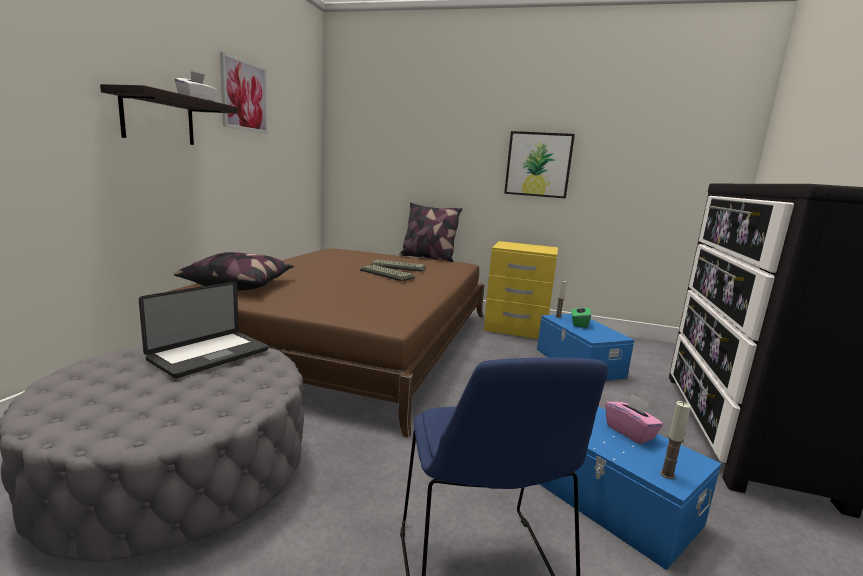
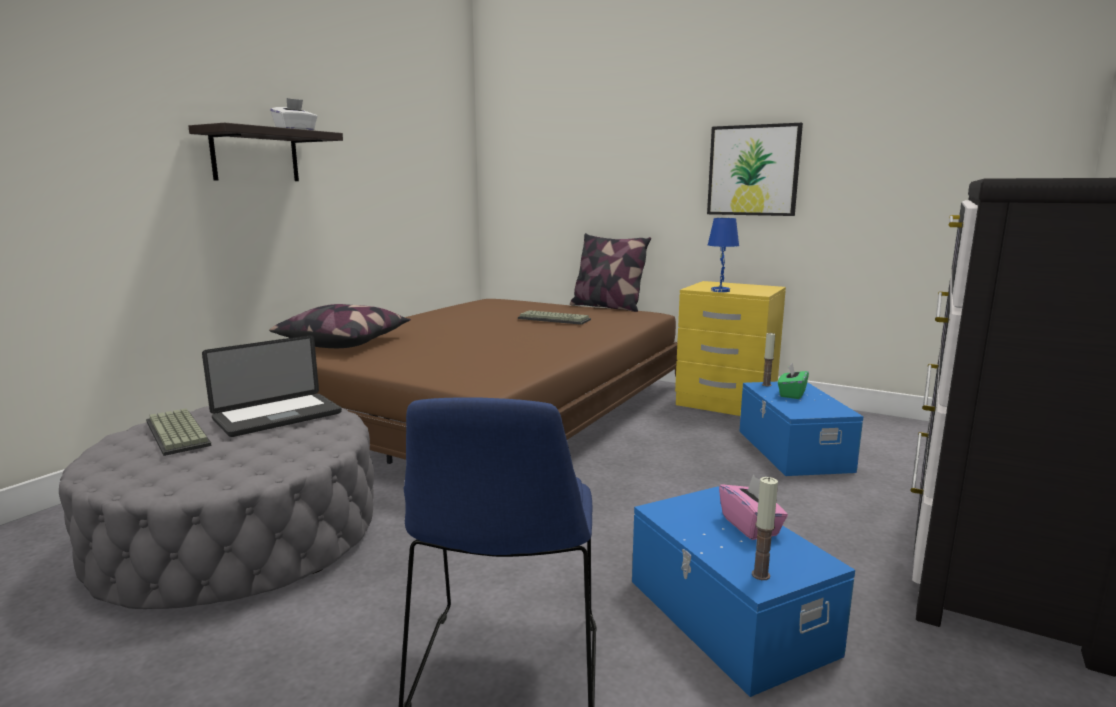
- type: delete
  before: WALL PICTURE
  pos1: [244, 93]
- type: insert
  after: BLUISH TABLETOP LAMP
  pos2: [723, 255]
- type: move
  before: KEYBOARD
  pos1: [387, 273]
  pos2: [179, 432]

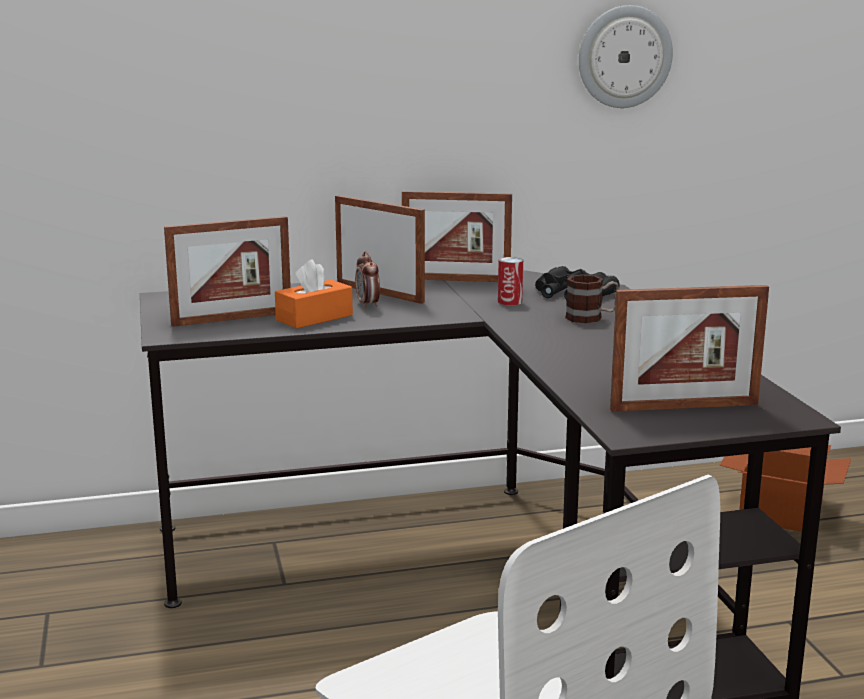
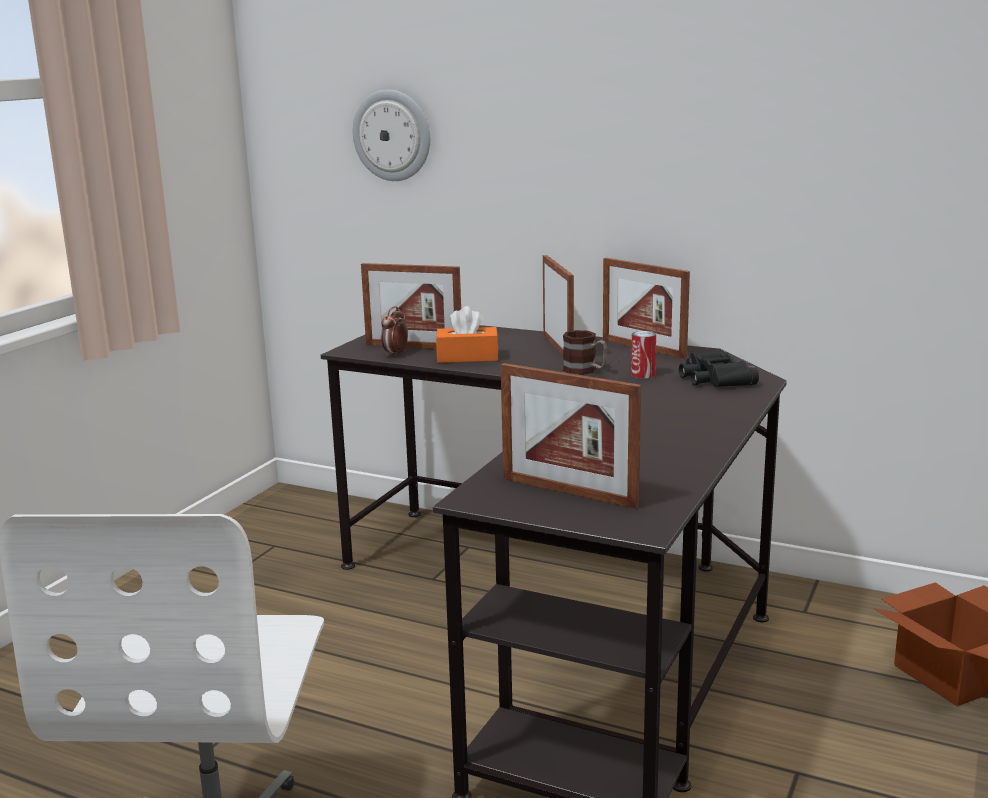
- type: move
  before: ALARM CLOCK
  pos1: [367, 280]
  pos2: [394, 331]
- type: move
  before: MUG
  pos1: [592, 298]
  pos2: [585, 352]
- type: move
  before: CLOCK ON THE WALL
  pos1: [626, 56]
  pos2: [391, 135]

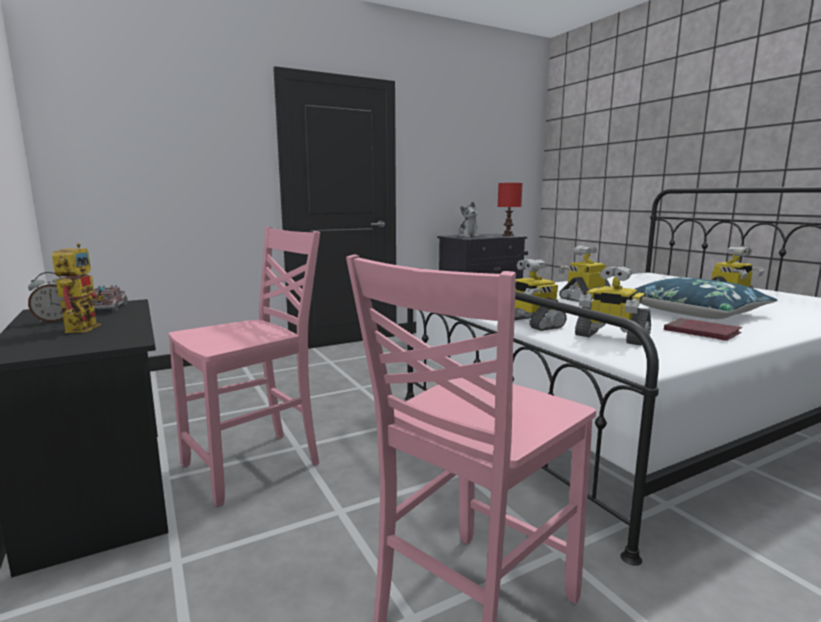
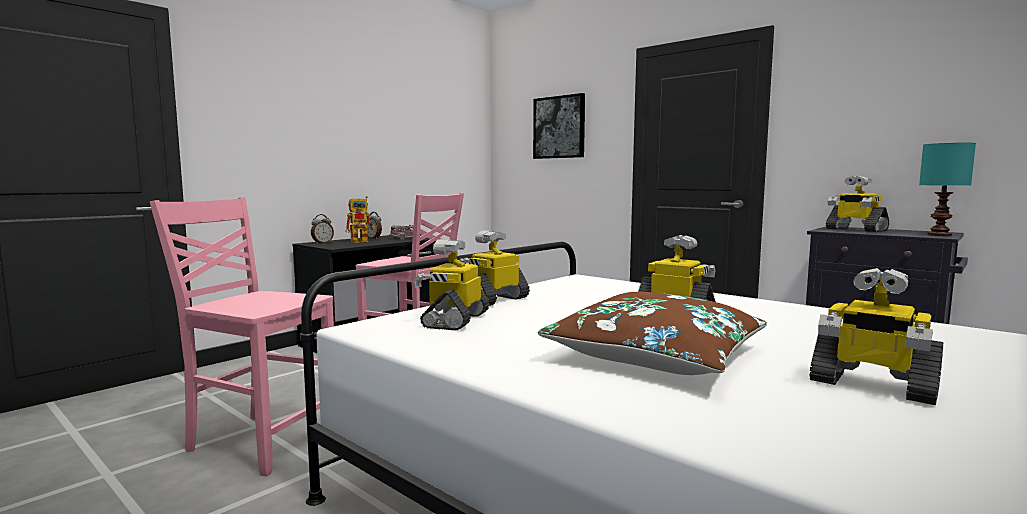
- type: delete
  before: REDDISH BOOK
  pos1: [703, 329]
- type: insert
  after: ALARM CLOCK
  pos2: [322, 229]
- type: insert
  after: WALL PICTURE
  pos2: [559, 126]
- type: replace
  before: PLUSH TOY
  after: TOY ROBOT
  pos1: [469, 219]
  pos2: [857, 204]
- type: recolor
  before: REDDISH TABLETOP LAMP
  after: BLUE-GREEN TABLETOP LAMP
  pos1: [510, 209]
  pos2: [947, 189]
- type: recolor
  before: BLUISH CUSHION
  after: BROWNISH CUSHION
  pos1: [706, 298]
  pos2: [652, 333]

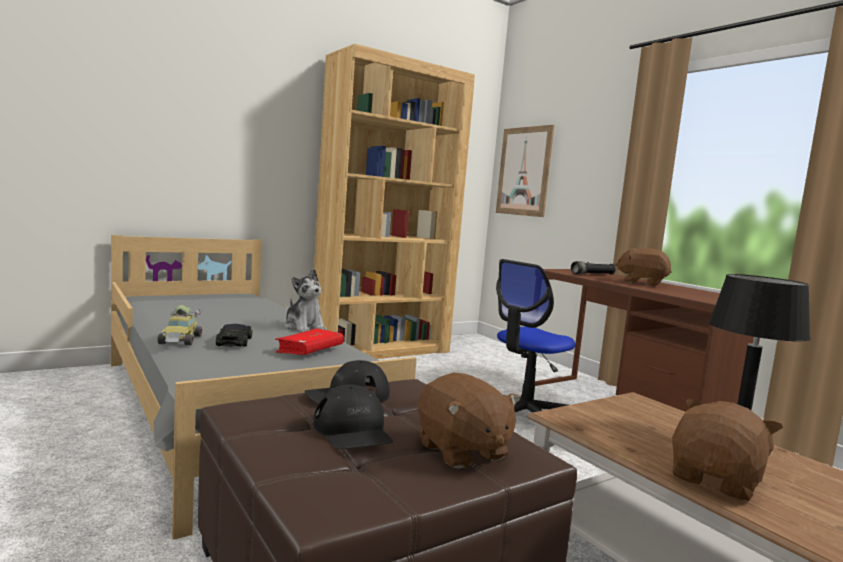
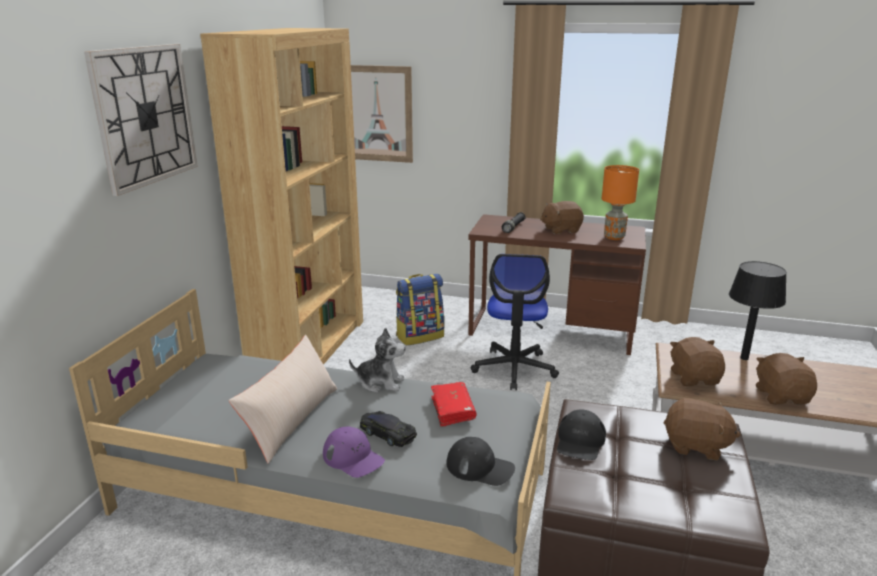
- type: insert
  after: CLOCK ON THE WALL
  pos2: [141, 120]
- type: insert
  after: SAND-COLOURED CUSHION
  pos2: [283, 399]
- type: insert
  after: BACKPACK
  pos2: [420, 310]
- type: insert
  after: ORANGEY TABLETOP LAMP
  pos2: [620, 202]
- type: insert
  after: BROWNISH PLUSH TOY
  pos2: [697, 361]
- type: move
  before: BLACK CAP
  pos1: [353, 416]
  pos2: [480, 461]
- type: replace
  before: TOY CAR
  after: PURPLE CAP
  pos1: [179, 325]
  pos2: [354, 452]

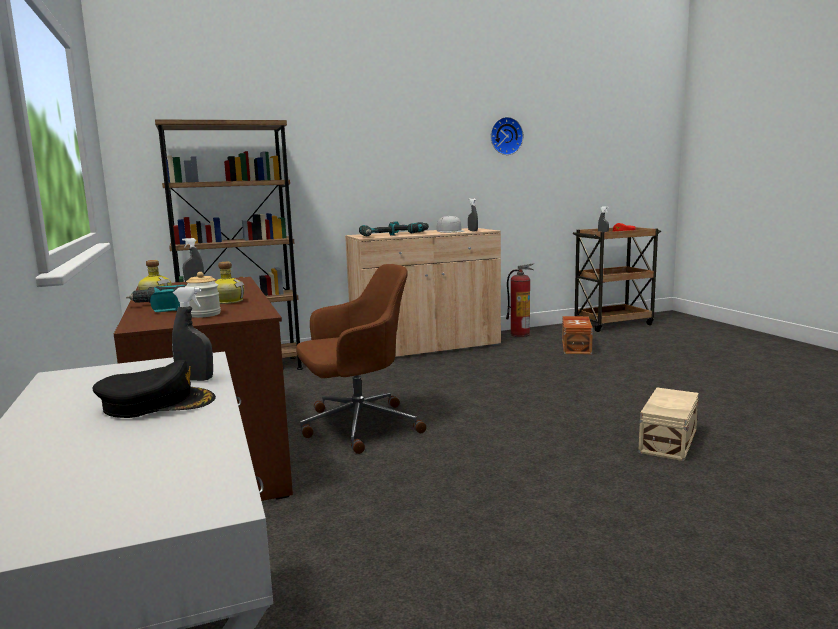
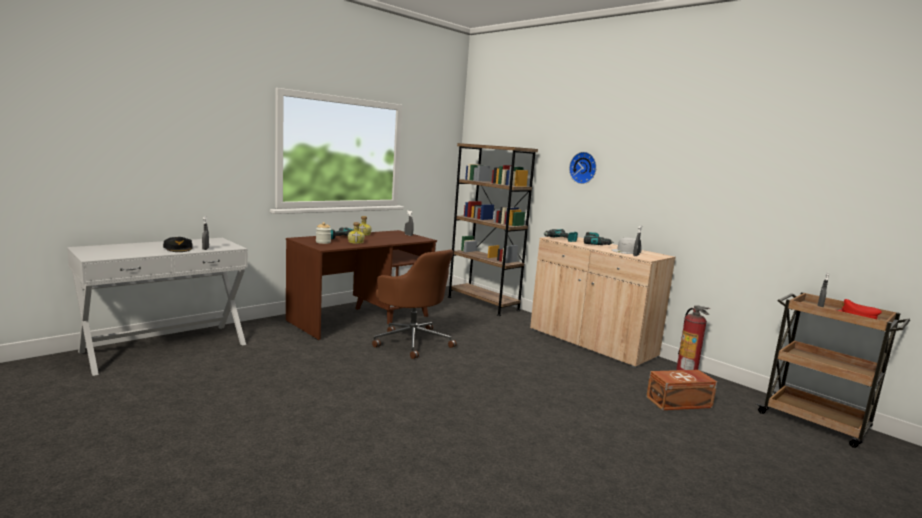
- type: delete
  before: SAND-COLOURED STORAGE BIN
  pos1: [668, 424]
- type: move
  before: CLOCK ON THE WALL
  pos1: [507, 136]
  pos2: [583, 168]

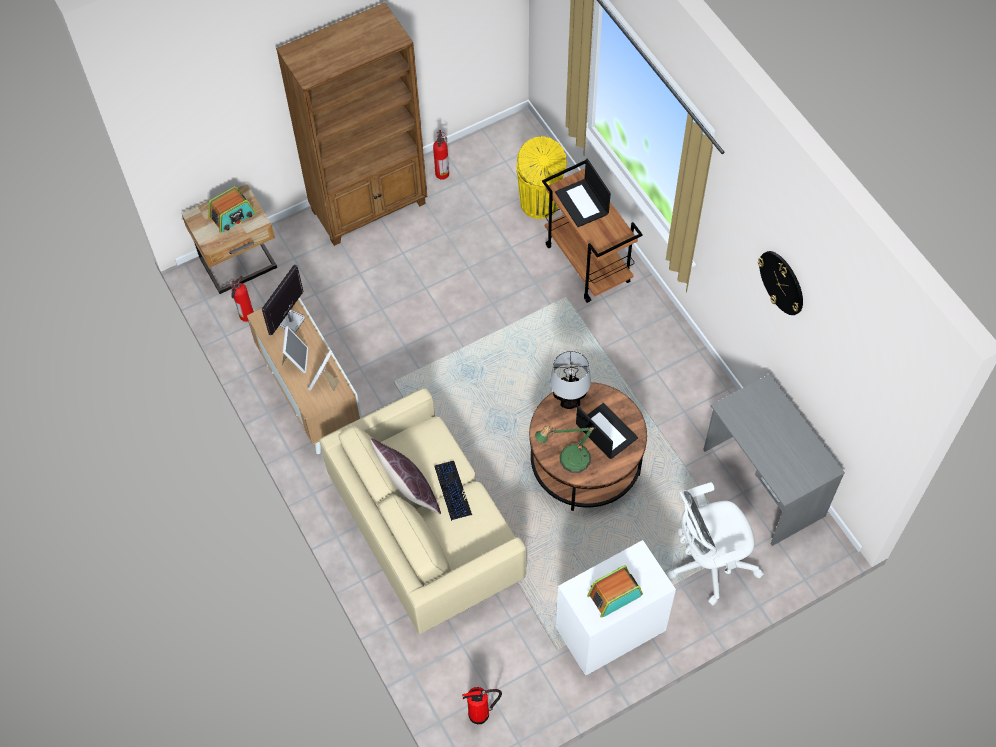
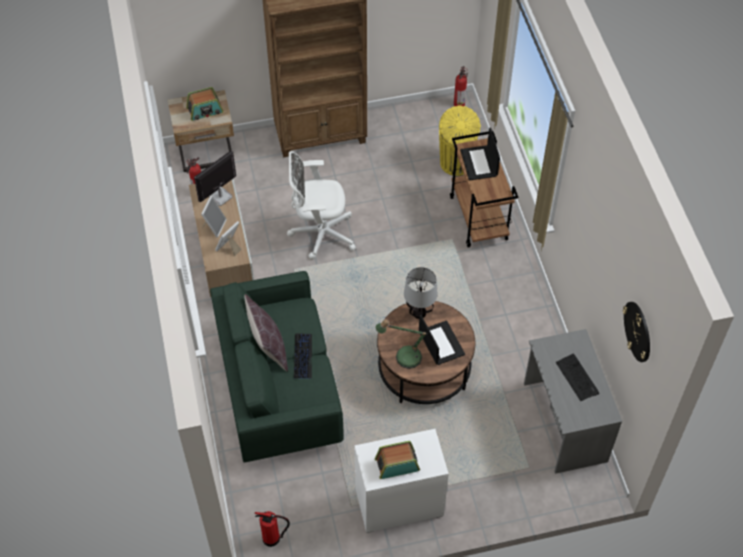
- type: insert
  after: KEYBOARD
  pos2: [577, 377]
- type: move
  before: FIRE-FIGHTING CYLINDER
  pos1: [441, 155]
  pos2: [461, 86]
- type: move
  before: WHITE-COLOURED COMPUTER CHAIR
  pos1: [715, 544]
  pos2: [321, 205]
- type: move
  before: CLOCK ON THE WALL
  pos1: [780, 283]
  pos2: [636, 332]
- type: recolor
  before: SAND-COLOURED SETTEE
  after: GREENISH SETTEE
  pos1: [422, 511]
  pos2: [277, 367]

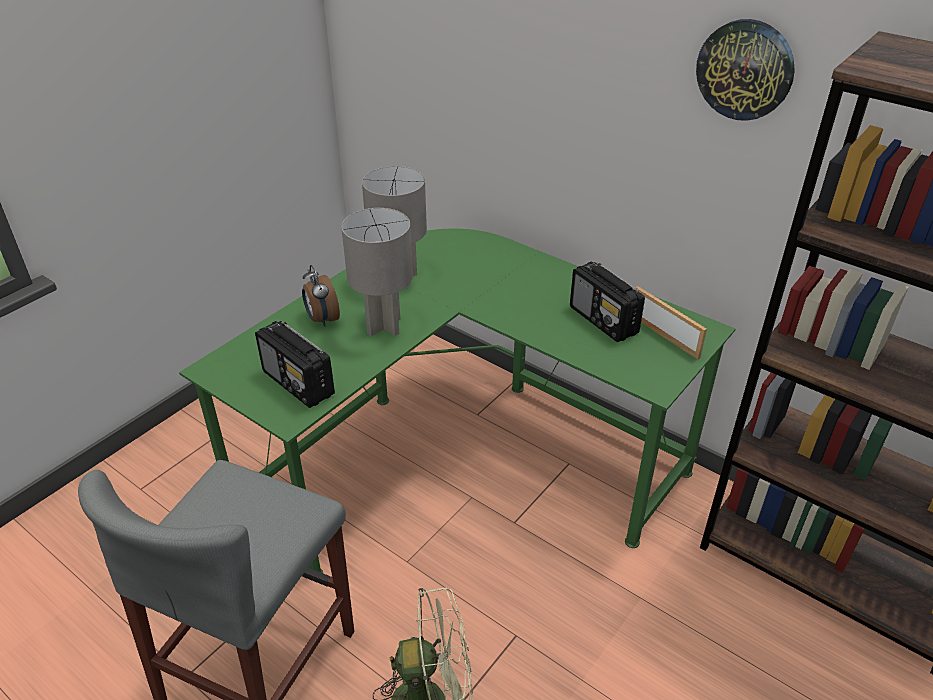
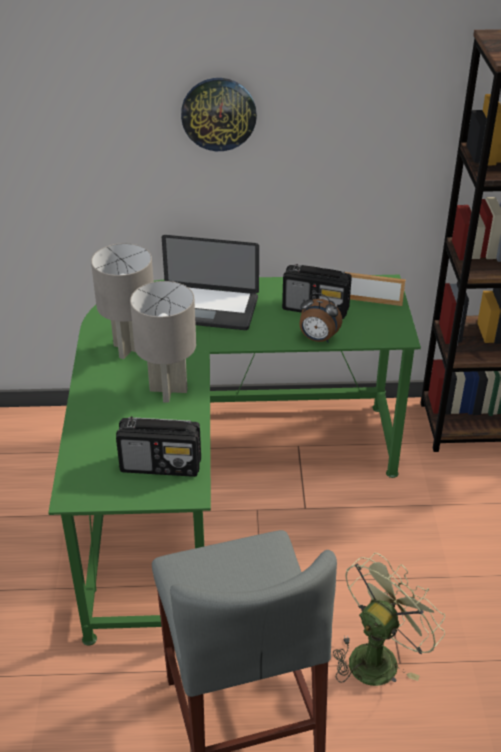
- type: insert
  after: PORTABLE COMPUTER
  pos2: [210, 282]
- type: move
  before: ALARM CLOCK
  pos1: [321, 296]
  pos2: [320, 318]
- type: move
  before: CLOCK ON THE WALL
  pos1: [745, 70]
  pos2: [219, 114]

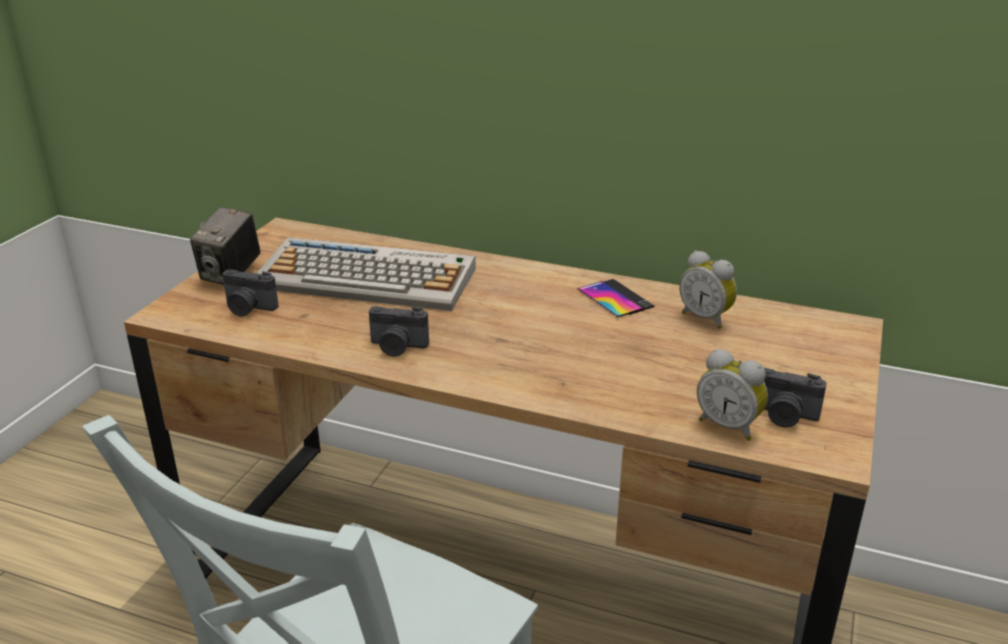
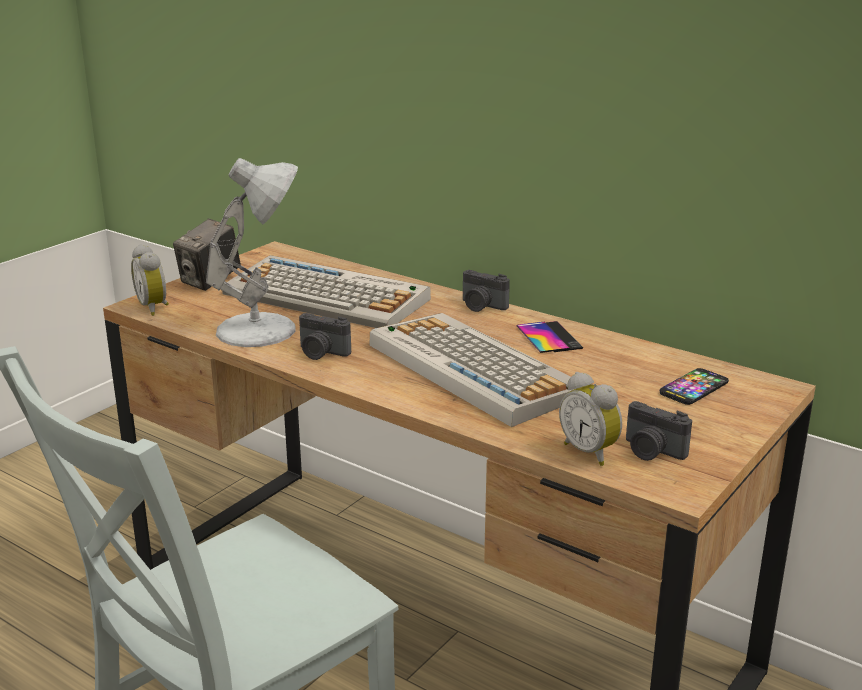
- type: insert
  after: WHITE-COLOURED TABLETOP LAMP
  pos2: [252, 252]
- type: insert
  after: KEYBOARD
  pos2: [471, 370]
- type: insert
  after: TELEPHONE
  pos2: [694, 386]
- type: move
  before: STILL CAMERA
  pos1: [250, 293]
  pos2: [486, 291]
- type: move
  before: ALARM CLOCK
  pos1: [708, 289]
  pos2: [150, 280]

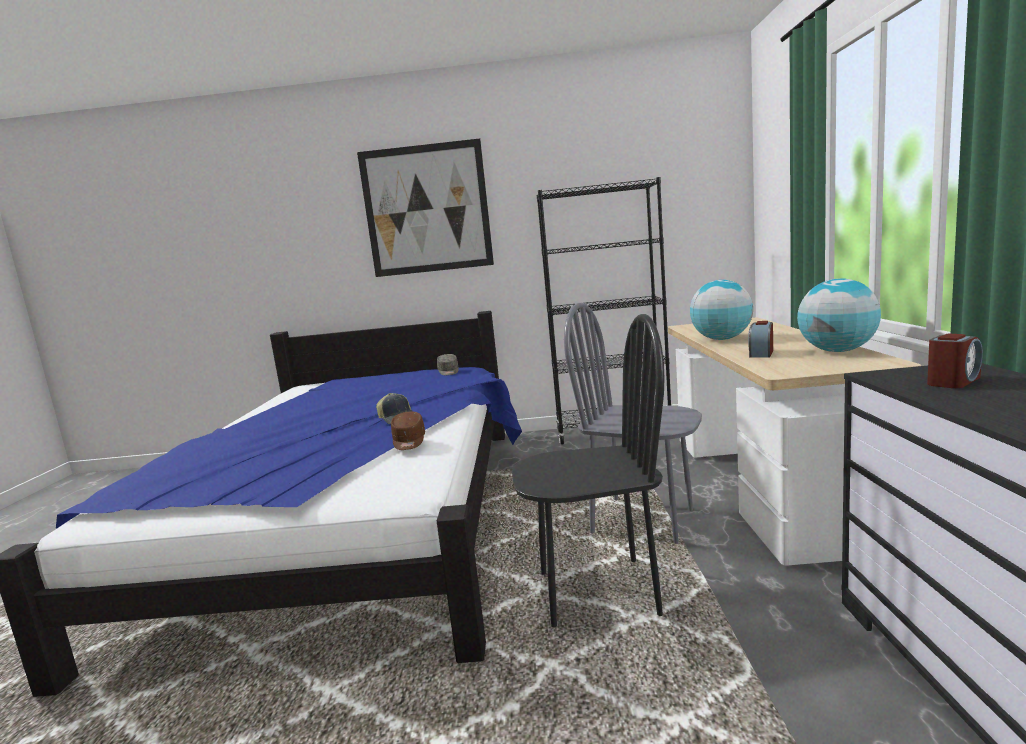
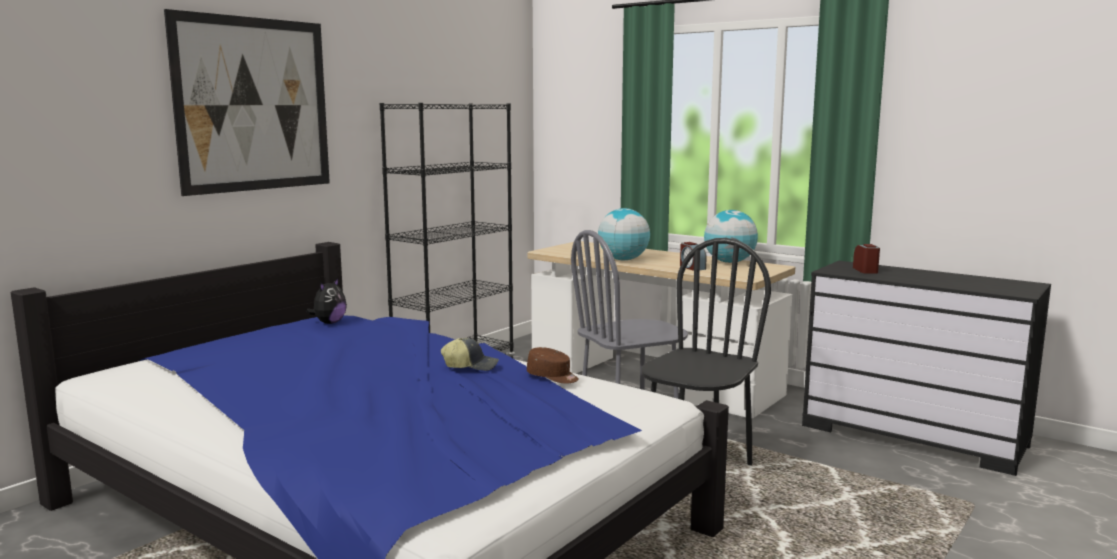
- type: replace
  before: GRAY CAP
  after: PLUSH TOY
  pos1: [448, 364]
  pos2: [326, 301]

